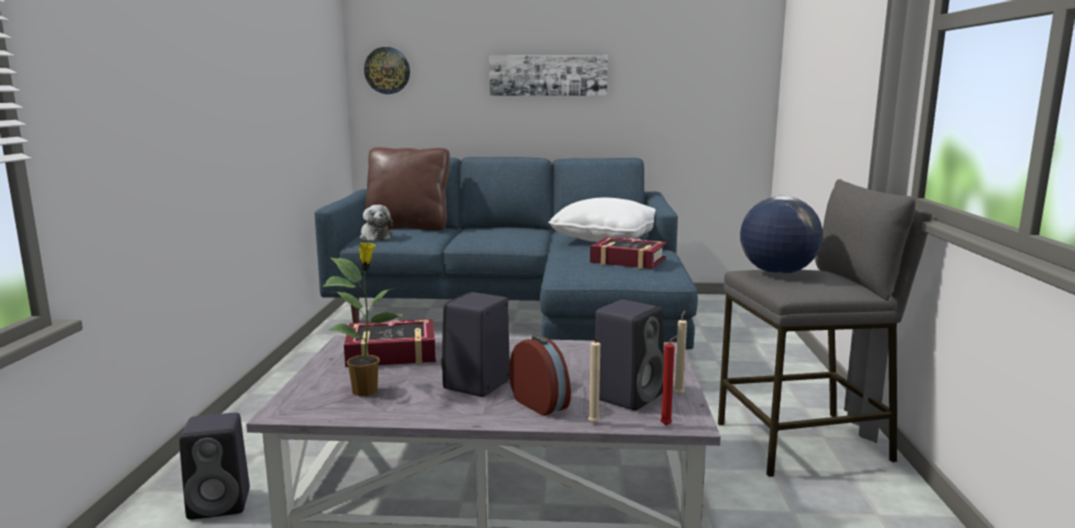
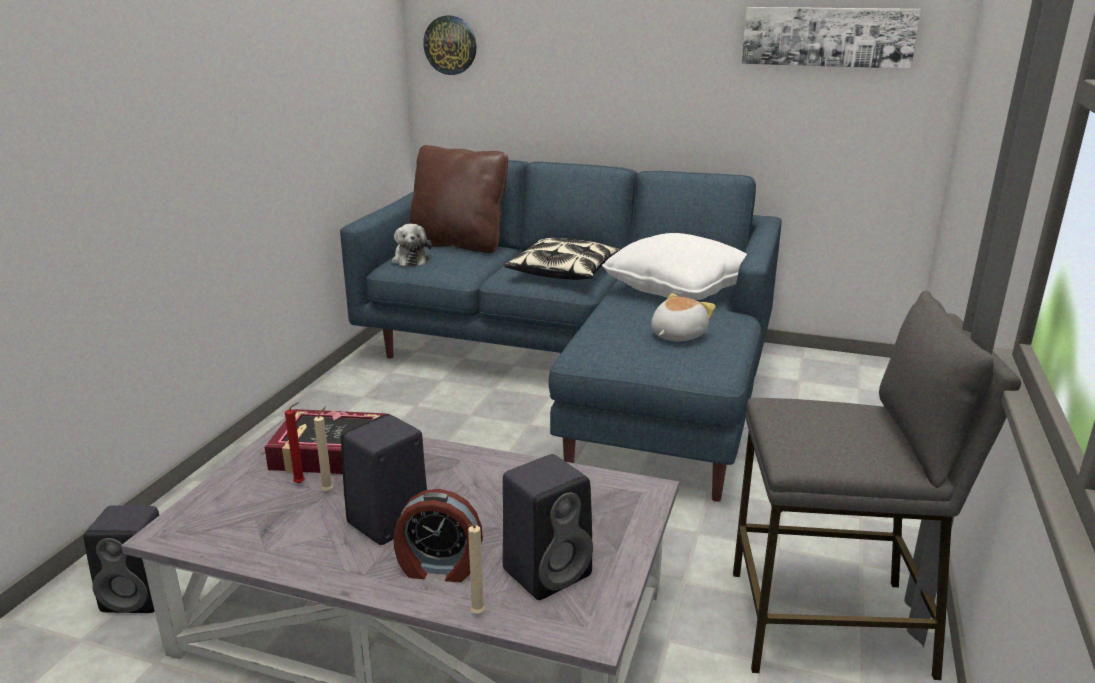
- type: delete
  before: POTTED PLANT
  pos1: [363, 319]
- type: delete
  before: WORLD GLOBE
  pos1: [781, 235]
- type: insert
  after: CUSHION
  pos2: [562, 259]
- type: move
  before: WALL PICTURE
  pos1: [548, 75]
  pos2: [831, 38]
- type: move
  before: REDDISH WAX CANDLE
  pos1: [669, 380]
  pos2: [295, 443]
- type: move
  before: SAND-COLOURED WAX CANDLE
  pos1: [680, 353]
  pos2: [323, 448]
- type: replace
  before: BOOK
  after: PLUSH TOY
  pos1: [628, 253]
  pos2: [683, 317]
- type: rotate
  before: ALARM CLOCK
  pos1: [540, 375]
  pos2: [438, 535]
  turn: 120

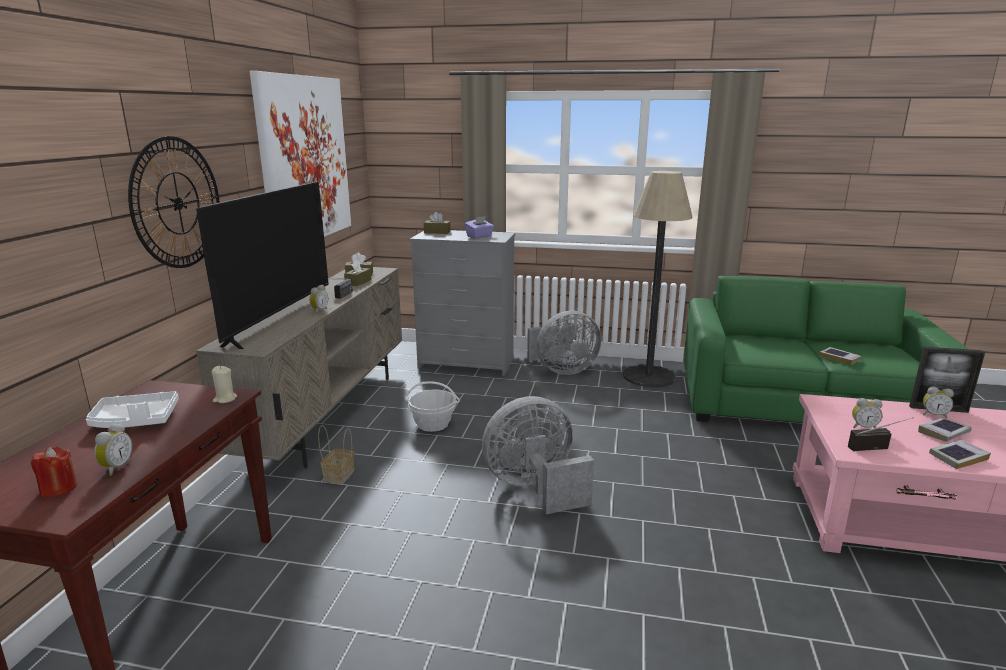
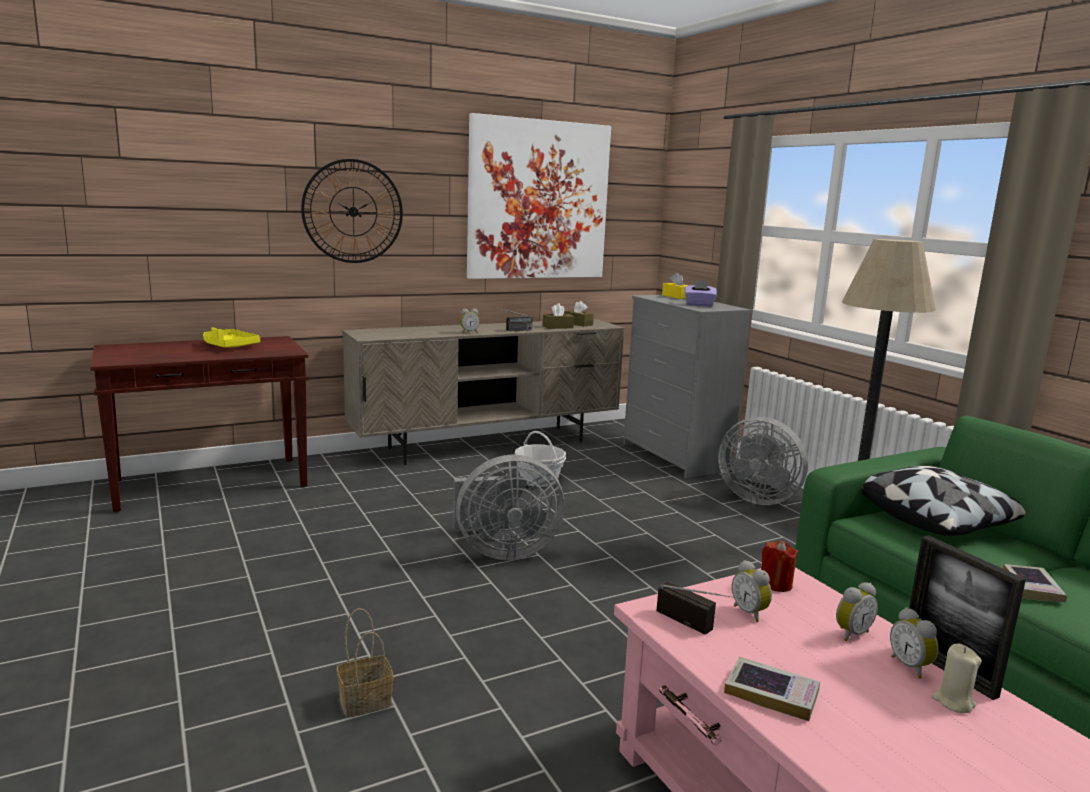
- type: delete
  before: TELEVISION
  pos1: [262, 265]
- type: delete
  before: BOOK
  pos1: [945, 430]
- type: insert
  after: CUSHION
  pos2: [944, 500]
- type: move
  before: REDDISH WAX CANDLE
  pos1: [54, 472]
  pos2: [779, 566]
- type: move
  before: ALARM CLOCK
  pos1: [113, 449]
  pos2: [857, 612]
- type: move
  before: SAND-COLOURED WAX CANDLE
  pos1: [224, 384]
  pos2: [957, 678]
- type: move
  before: BASKET
  pos1: [336, 454]
  pos2: [365, 663]
- type: recolor
  before: WHITE-COLOURED TRAY
  after: YELLOW TRAY
  pos1: [132, 409]
  pos2: [231, 337]
- type: recolor
  before: BROWNISH BOX OF TISSUES
  after: YELLOW BOX OF TISSUES
  pos1: [437, 223]
  pos2: [675, 286]
- type: rotate
  before: GRAY ELECTRIC FAN
  pos1: [538, 455]
  pos2: [509, 507]
  turn: 135

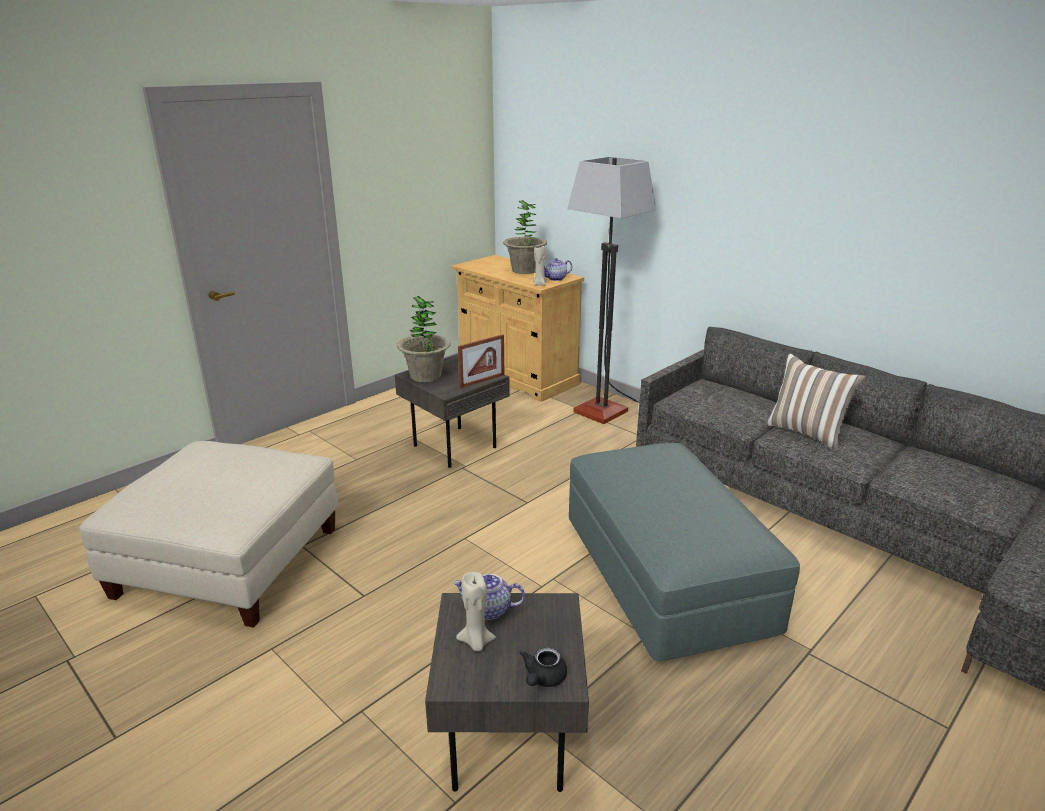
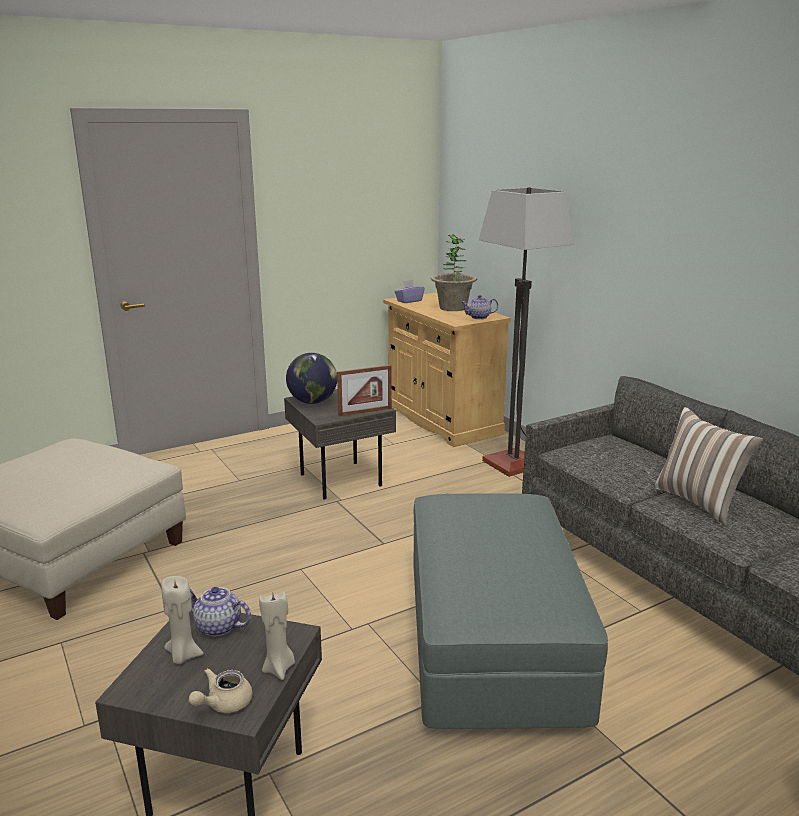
- type: insert
  after: PURPLE BOX OF TISSUES
  pos2: [410, 291]
- type: move
  before: SAND-COLOURED WAX CANDLE
  pos1: [539, 266]
  pos2: [277, 636]
- type: replace
  before: POTTED PLANT
  after: WORLD GLOBE
  pos1: [424, 339]
  pos2: [311, 378]
- type: recolor
  before: BLACK TEAPOT
  after: SAND-COLOURED TEAPOT
  pos1: [543, 667]
  pos2: [221, 690]

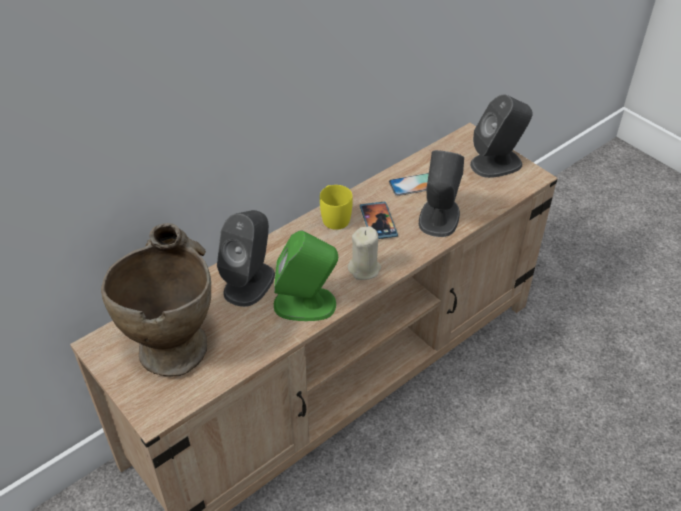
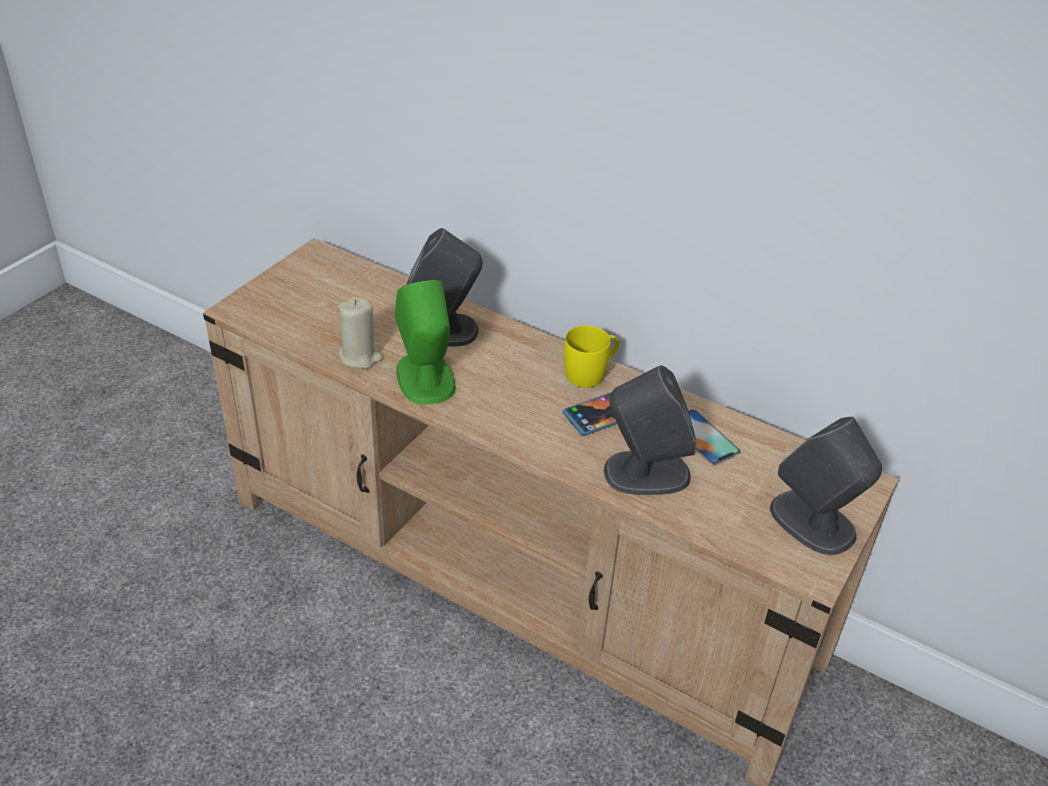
- type: delete
  before: SAND-COLOURED DECORATIVE VASE
  pos1: [156, 300]
- type: move
  before: SAND-COLOURED WAX CANDLE
  pos1: [364, 253]
  pos2: [360, 333]

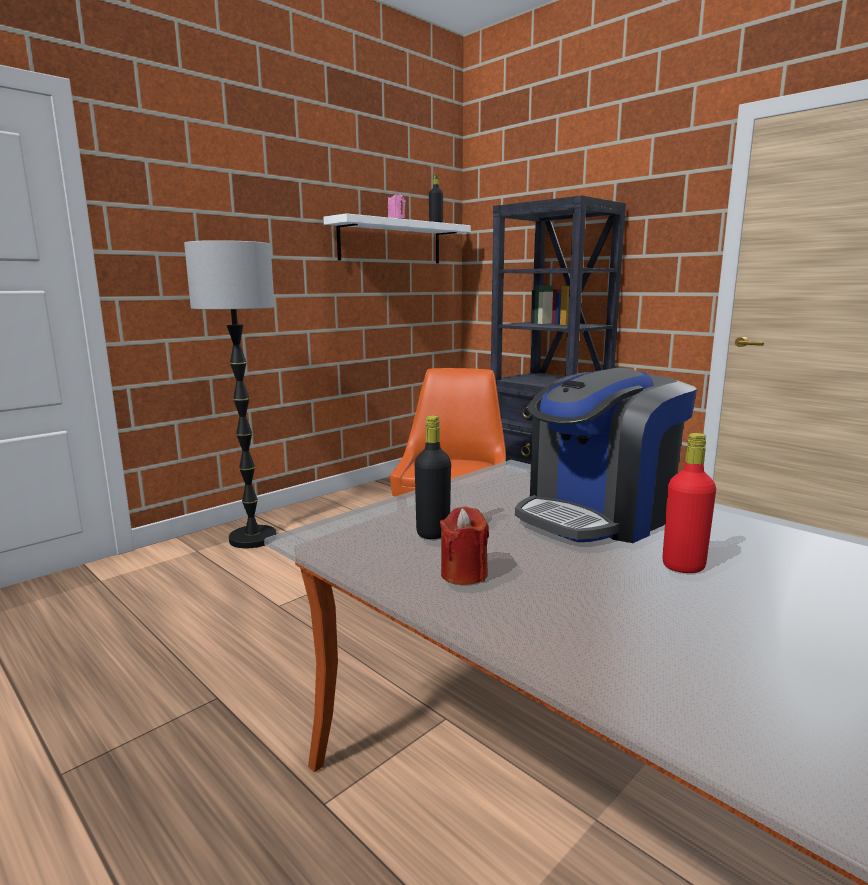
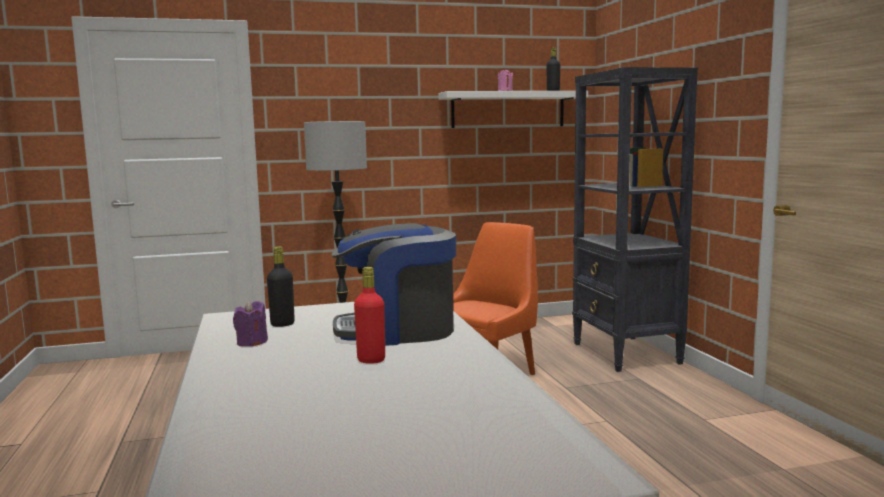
- type: recolor
  before: REDDISH WAX CANDLE
  after: PURPLE WAX CANDLE
  pos1: [464, 545]
  pos2: [250, 323]

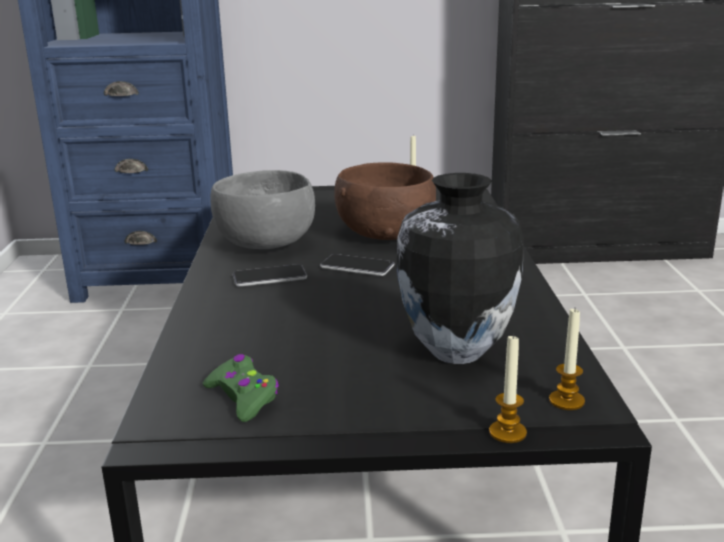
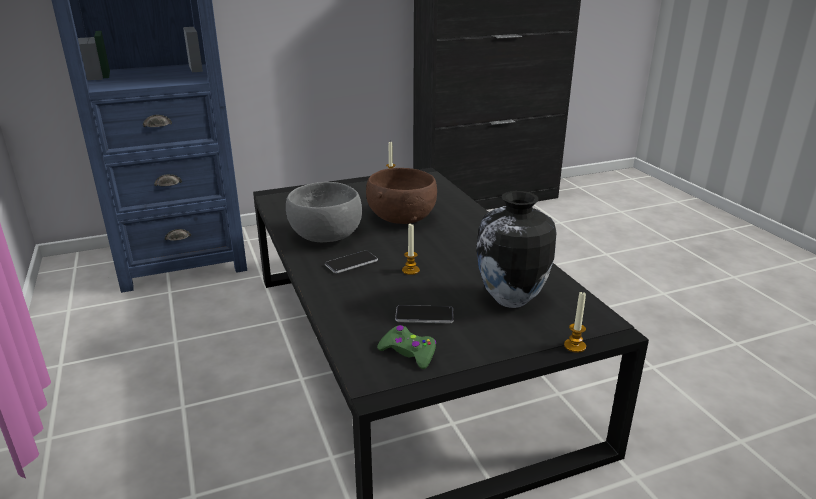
- type: move
  before: TELEPHONE
  pos1: [357, 265]
  pos2: [424, 314]
- type: move
  before: WAX CANDLE
  pos1: [567, 359]
  pos2: [411, 249]

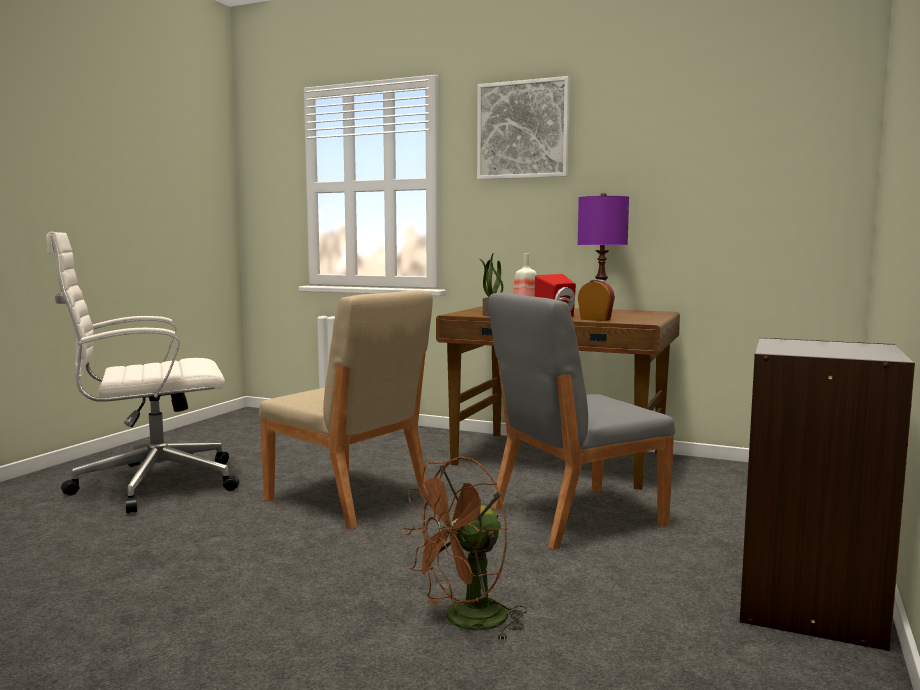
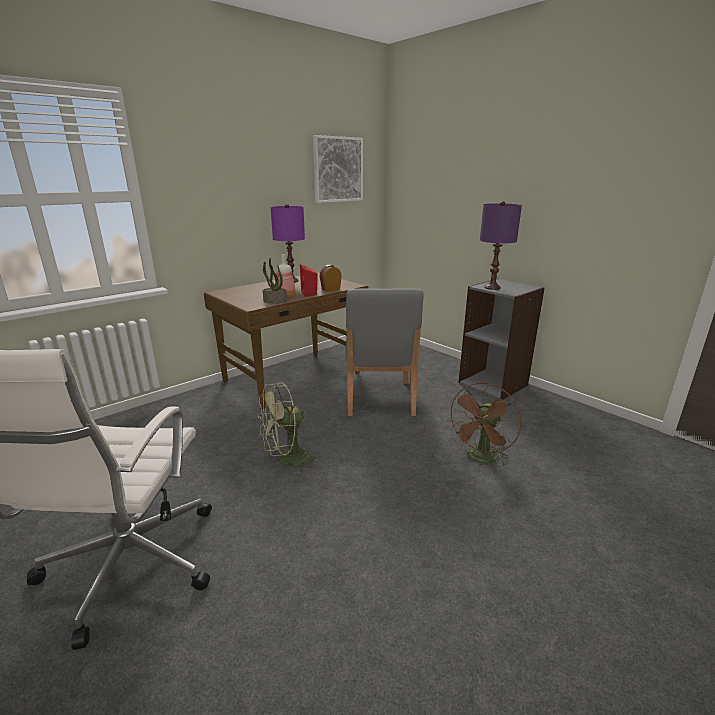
- type: insert
  after: PURPLE TABLETOP LAMP
  pos2: [501, 245]
- type: move
  before: WALL PICTURE
  pos1: [523, 128]
  pos2: [338, 169]
- type: replace
  before: SAND-COLOURED CHAIR
  after: GREENISH ELECTRIC FAN
  pos1: [346, 410]
  pos2: [289, 428]
- type: rotate
  before: BROWNISH ELECTRIC FAN
  pos1: [464, 549]
  pos2: [484, 424]
  turn: 45

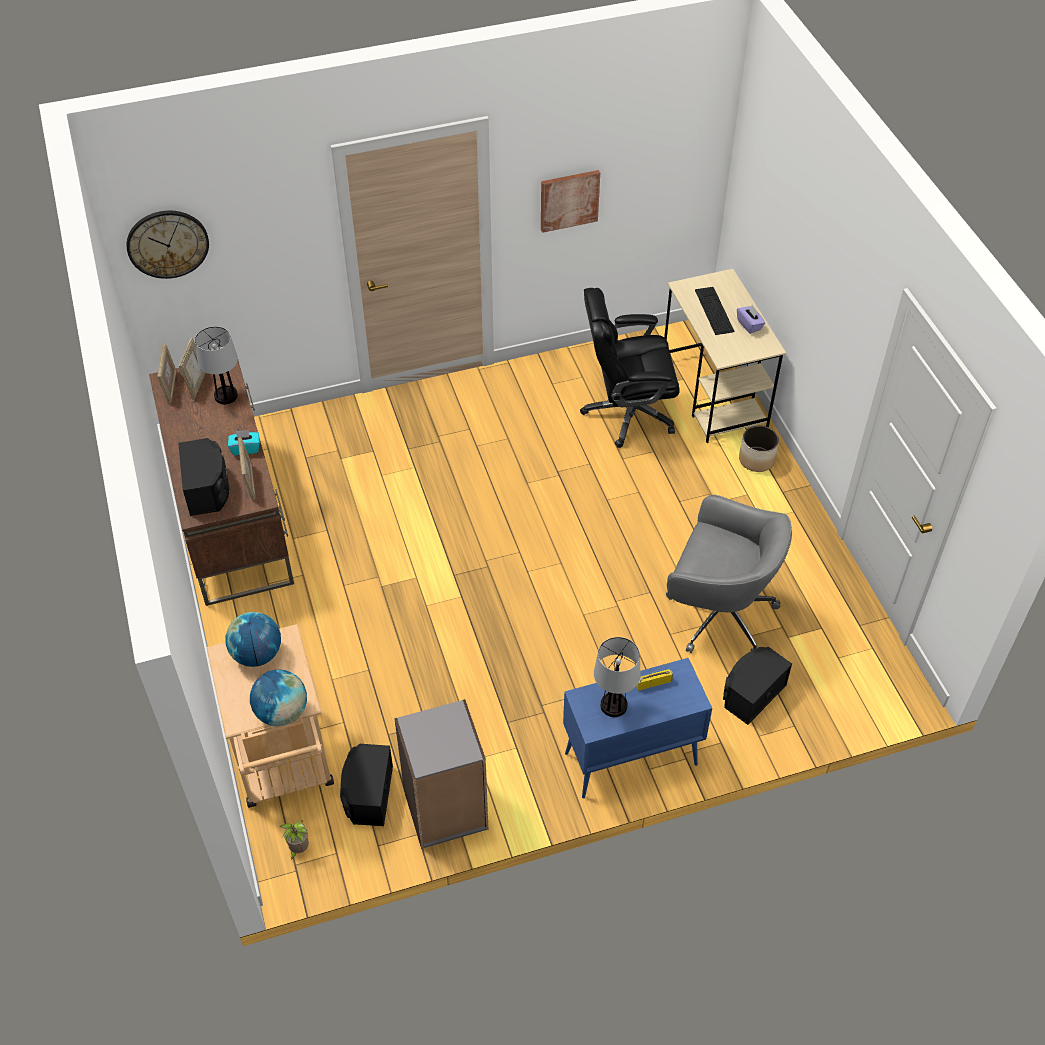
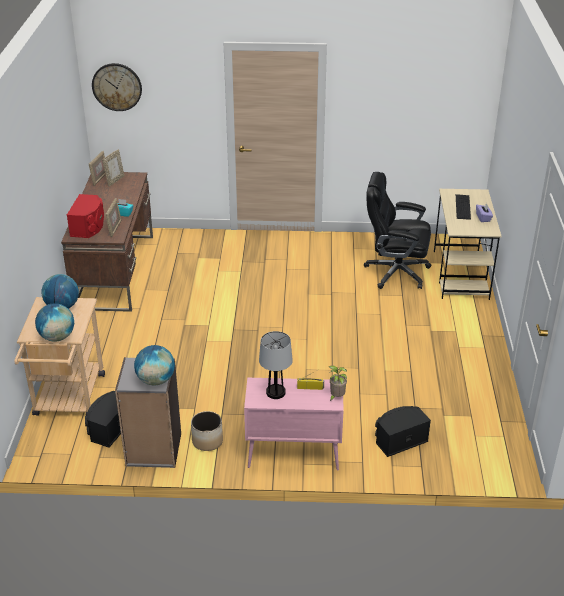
- type: delete
  before: TABLETOP LAMP
  pos1: [216, 365]
- type: delete
  before: WALL PICTURE
  pos1: [570, 201]
- type: delete
  before: GRAY COMPUTER CHAIR
  pos1: [729, 574]
- type: insert
  after: WORLD GLOBE
  pos2: [154, 365]
- type: move
  before: POTTED PLANT
  pos1: [294, 840]
  pos2: [338, 384]
- type: move
  before: FLOWER POT
  pos1: [759, 448]
  pos2: [207, 431]
- type: recolor
  before: BLACK SPEAKER
  after: REDDISH SPEAKER
  pos1: [203, 477]
  pos2: [85, 216]
- type: recolor
  before: BLUISH CUPBOARD
  after: PINK-COLOURED CUPBOARD
  pos1: [637, 728]
  pos2: [294, 424]

